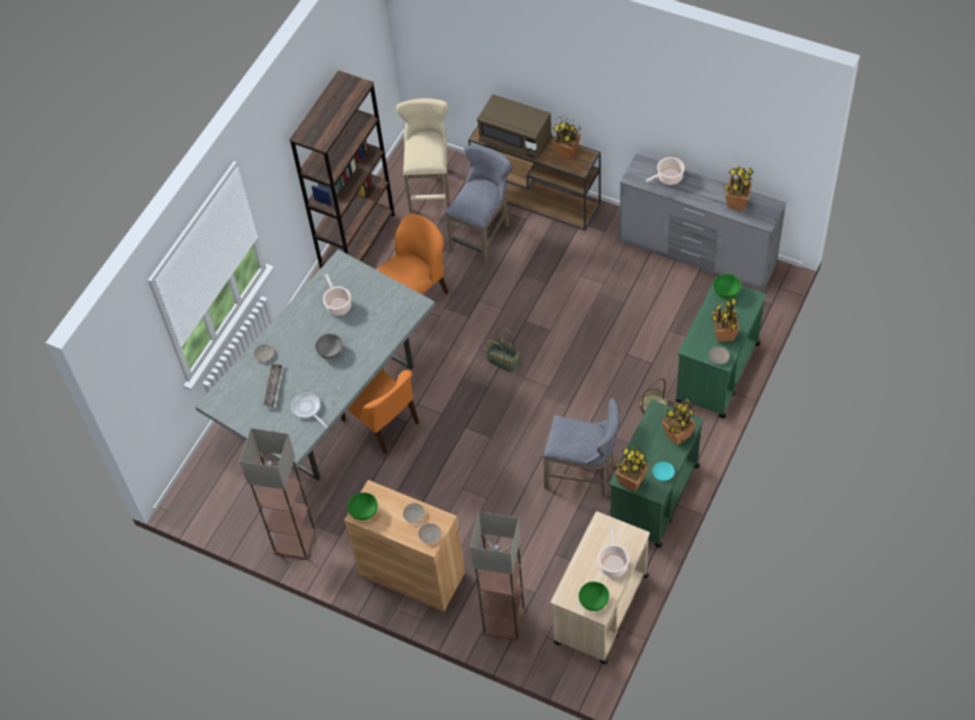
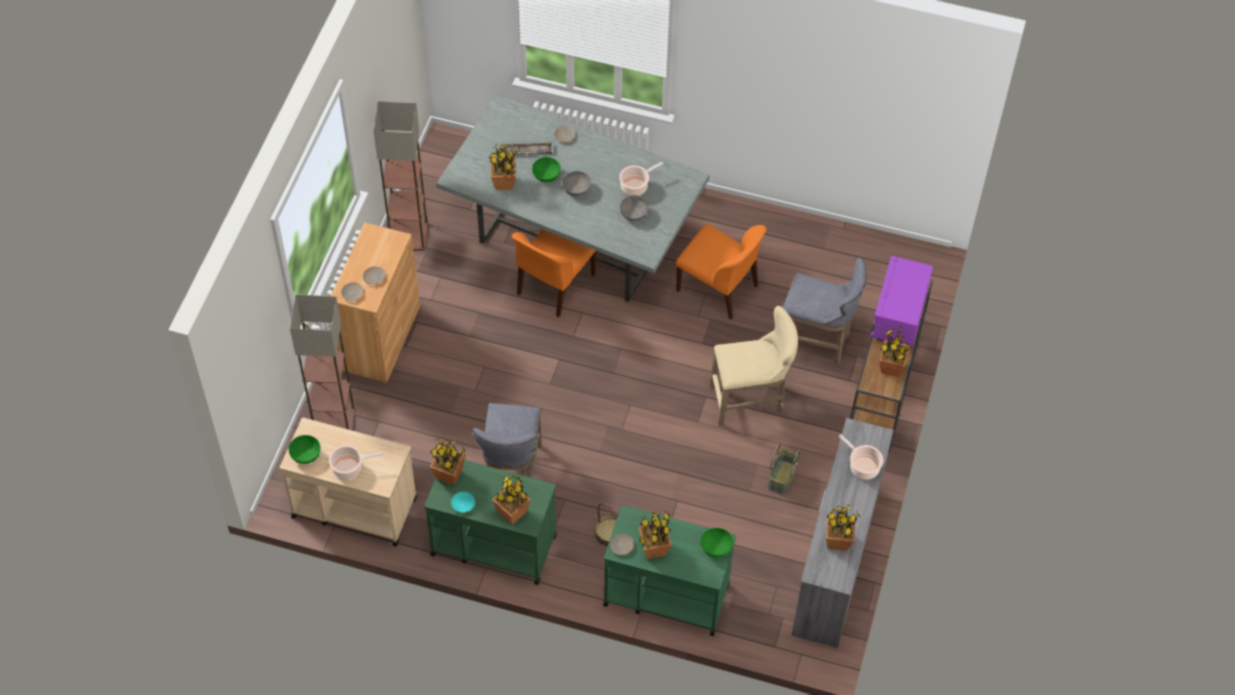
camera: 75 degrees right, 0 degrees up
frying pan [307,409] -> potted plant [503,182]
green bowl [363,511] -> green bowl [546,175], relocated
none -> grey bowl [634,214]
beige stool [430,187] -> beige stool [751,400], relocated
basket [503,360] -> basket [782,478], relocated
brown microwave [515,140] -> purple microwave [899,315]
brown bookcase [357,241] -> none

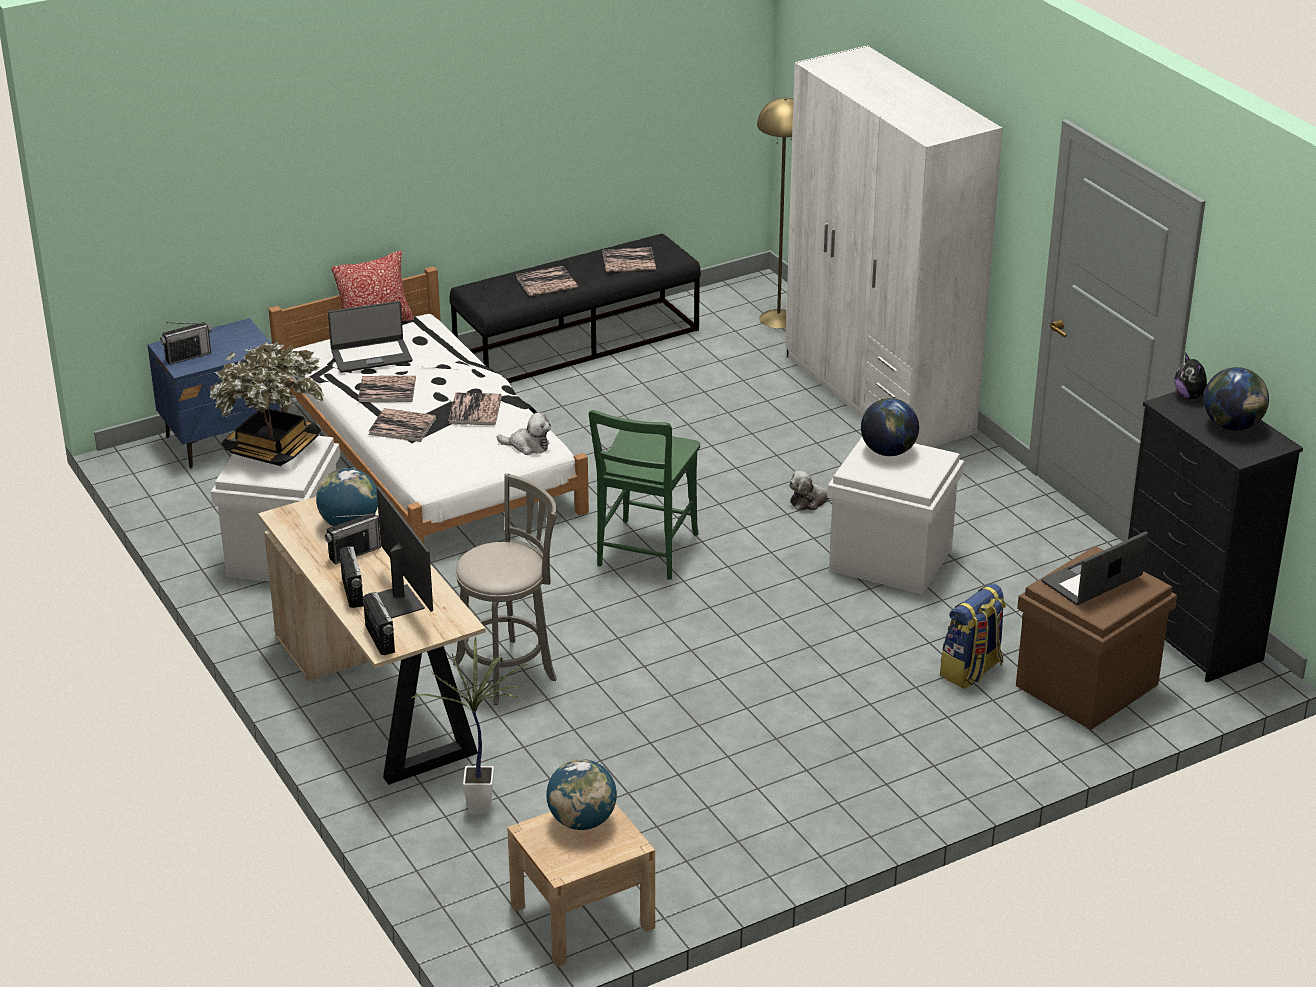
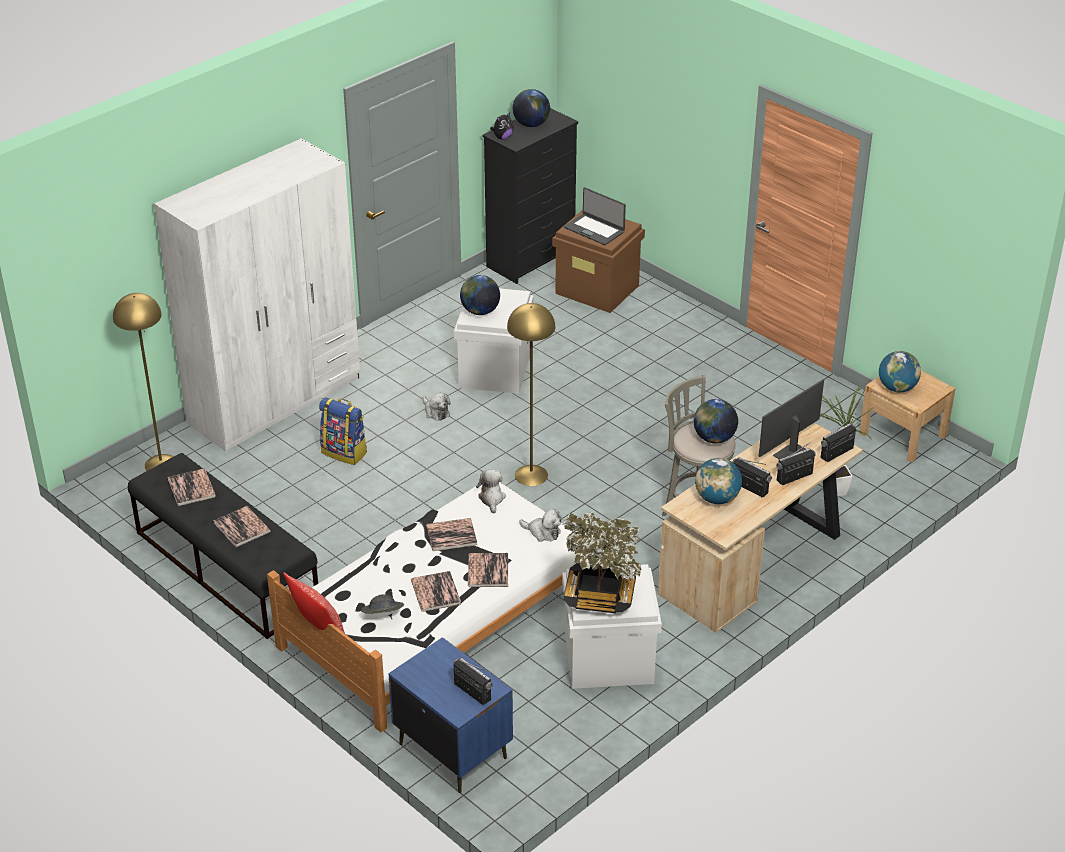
camera: 105 degrees left, 5 degrees up
backpack [971,671] -> backpack [345,452], relocated
laptop [371,356] -> grey hat [382,615]
green chair [645,553] -> yellow floor lamp [531,475]
none -> plush toy [543,532]
none -> globe [714,438]

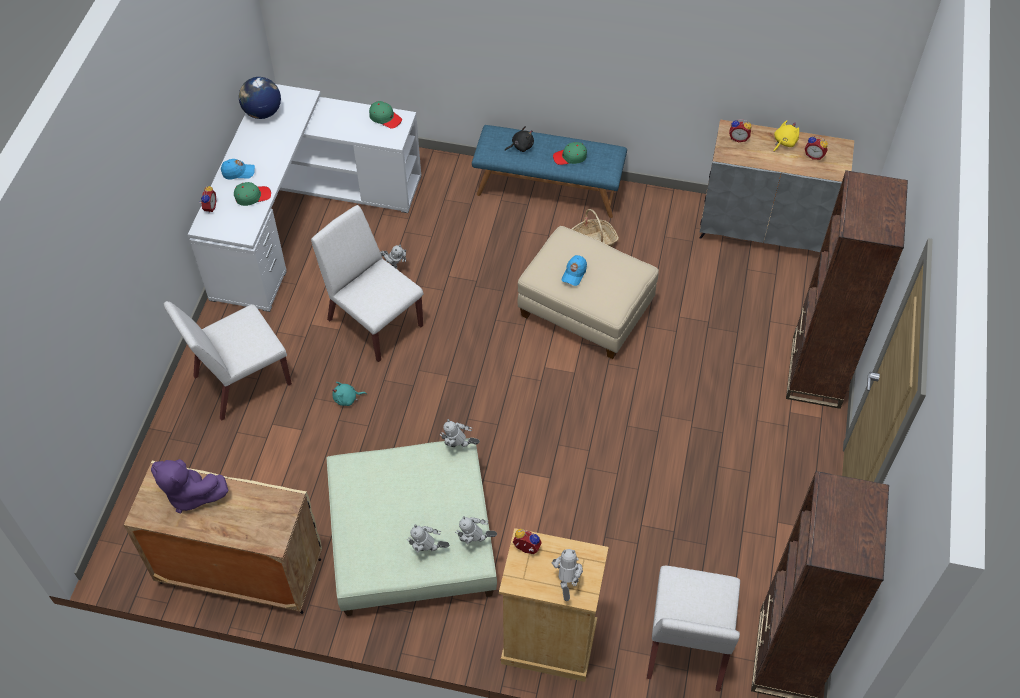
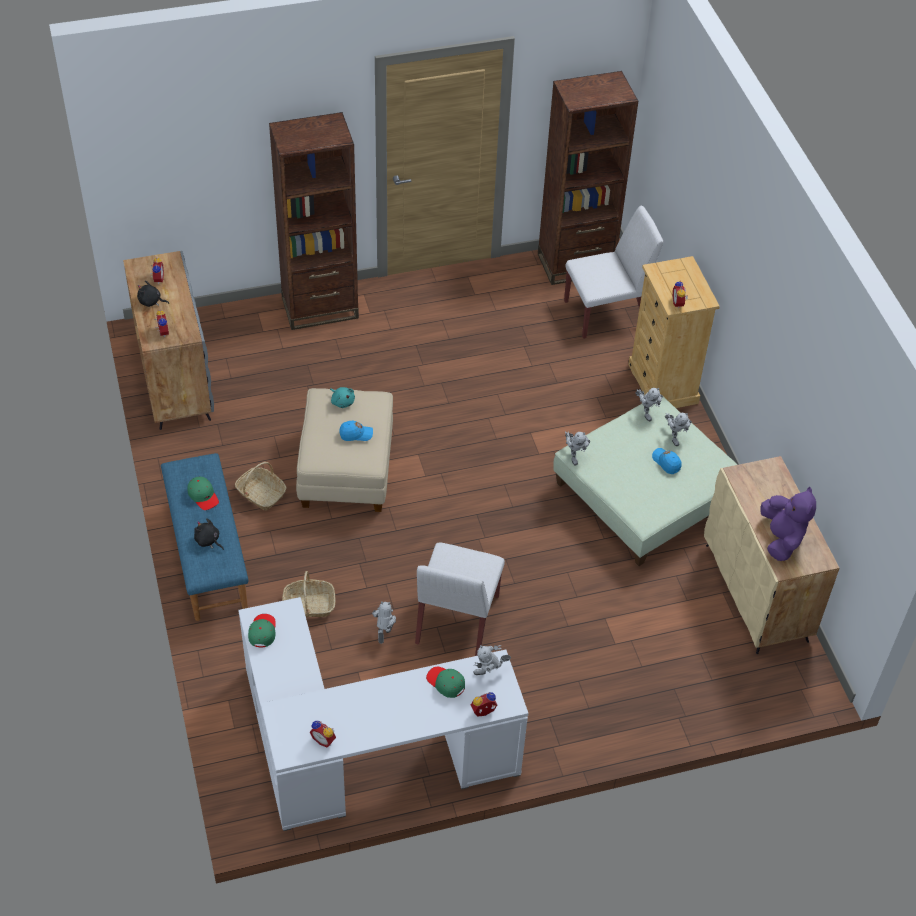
camera: 120 degrees left, 5 degrees down
yellow plush toy [784,142] -> black plush toy [151,302]
none -> basket [309,605]
globe [262,113] -> alarm clock [324,739]
turquoise plush toy [347,399] -> turquoise plush toy [342,401], relocated
toy robot [566,585] -> toy robot [489,673], relocated
blue cap [238,172] -> blue cap [666,462], relocated
white chair [241,381] -> none

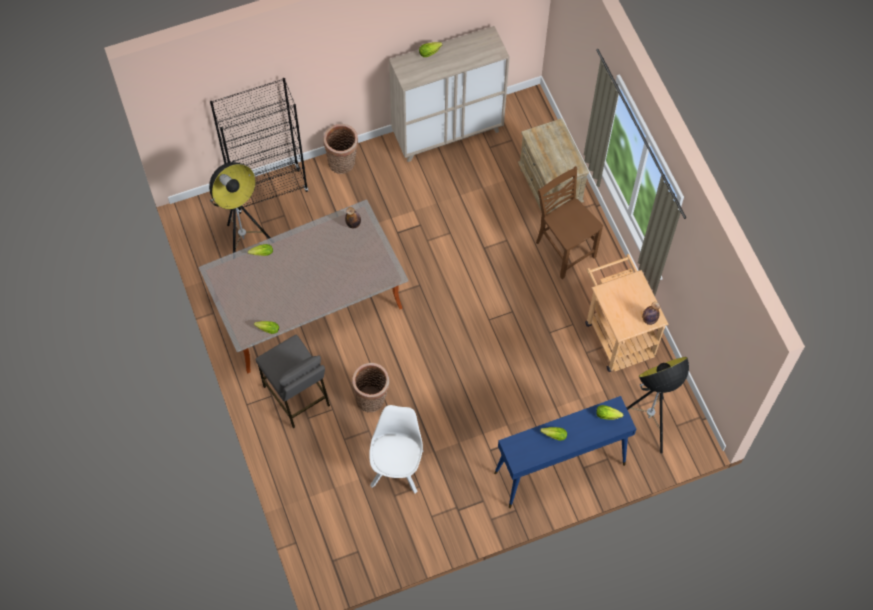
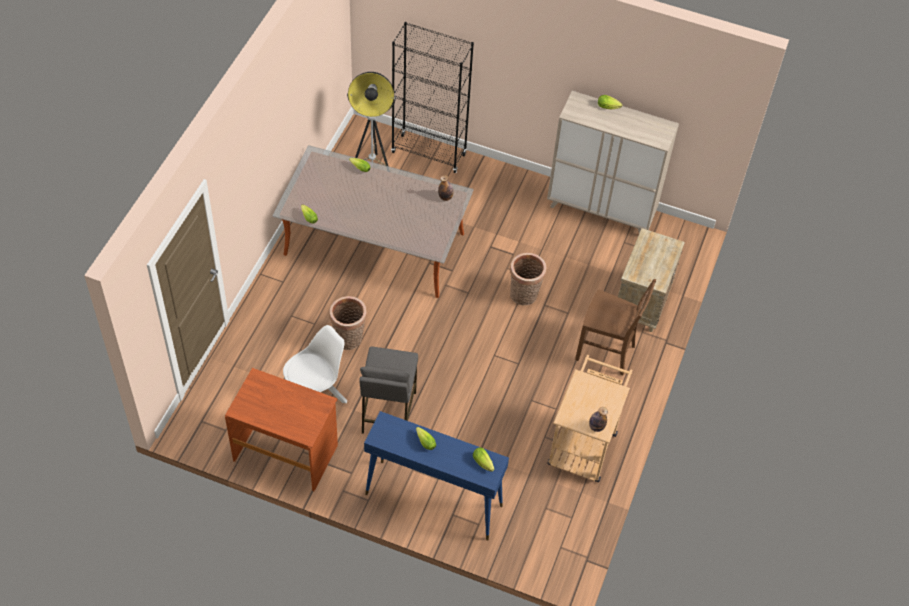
camera: 40 degrees right, 10 degrees down
none -> brown desk [286,452]
grey stool [296,396] -> grey stool [388,412], relocated
basket [343,163] -> basket [524,296], relocated
brown chair [564,249] -> brown chair [606,353], 105 degrees clockwise
floor lamp [646,424] -> none

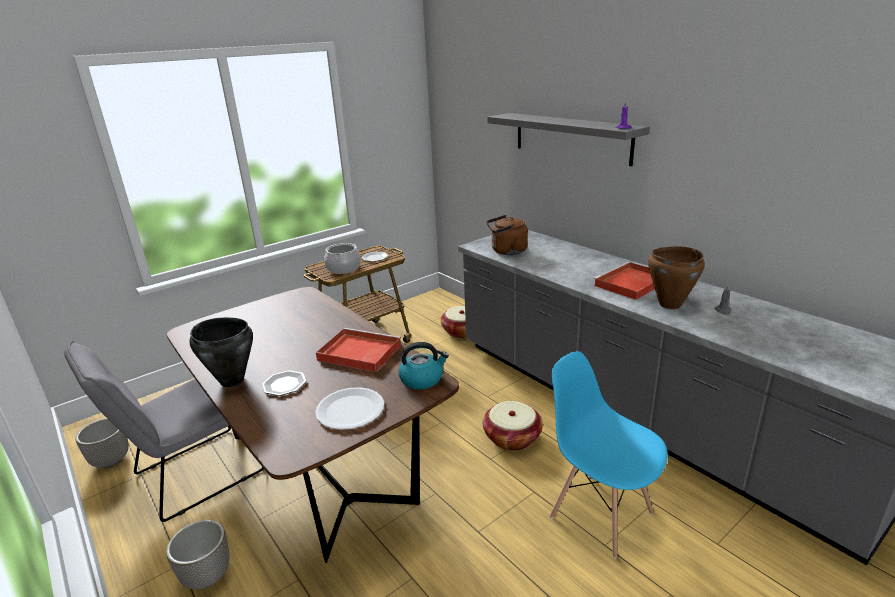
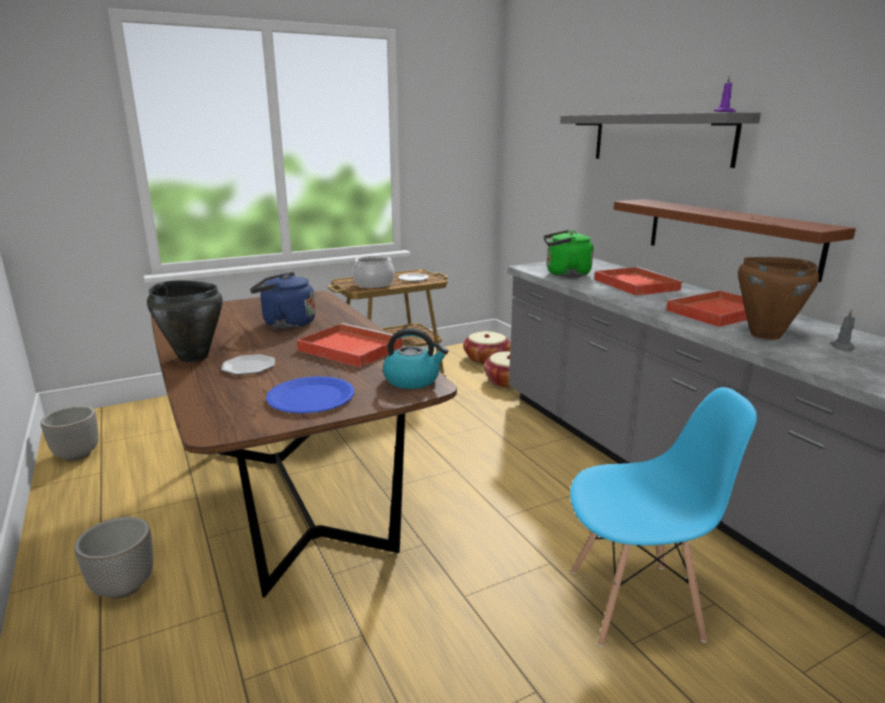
camera: 10 degrees right, 5 degrees down
none -> blue kettle [285,324]
white plate [350,410] -> blue plate [311,397]
basket [512,438] -> basket [486,359], relocated
brown kettle [507,251] -> green kettle [565,274]
blue chair [600,514] -> blue chair [635,604], 120 degrees clockwise
none -> red tray [634,284]
none -> brown shelf [729,236]
grey chair [190,476] -> none

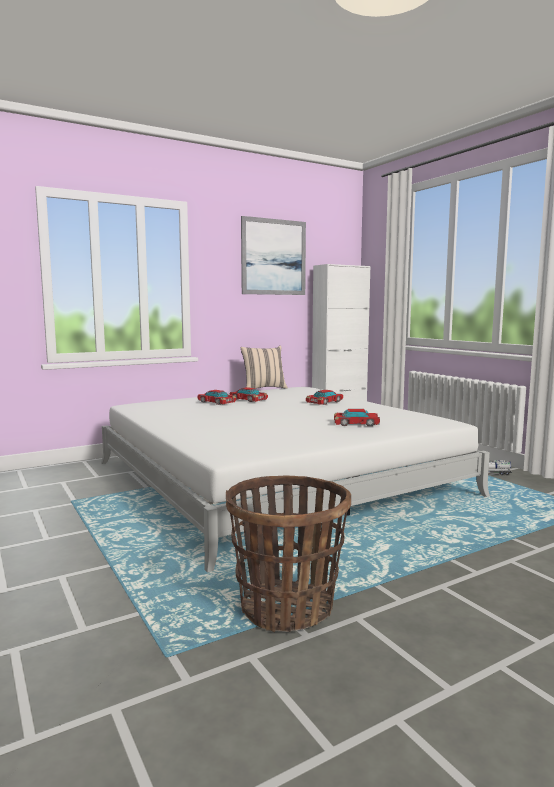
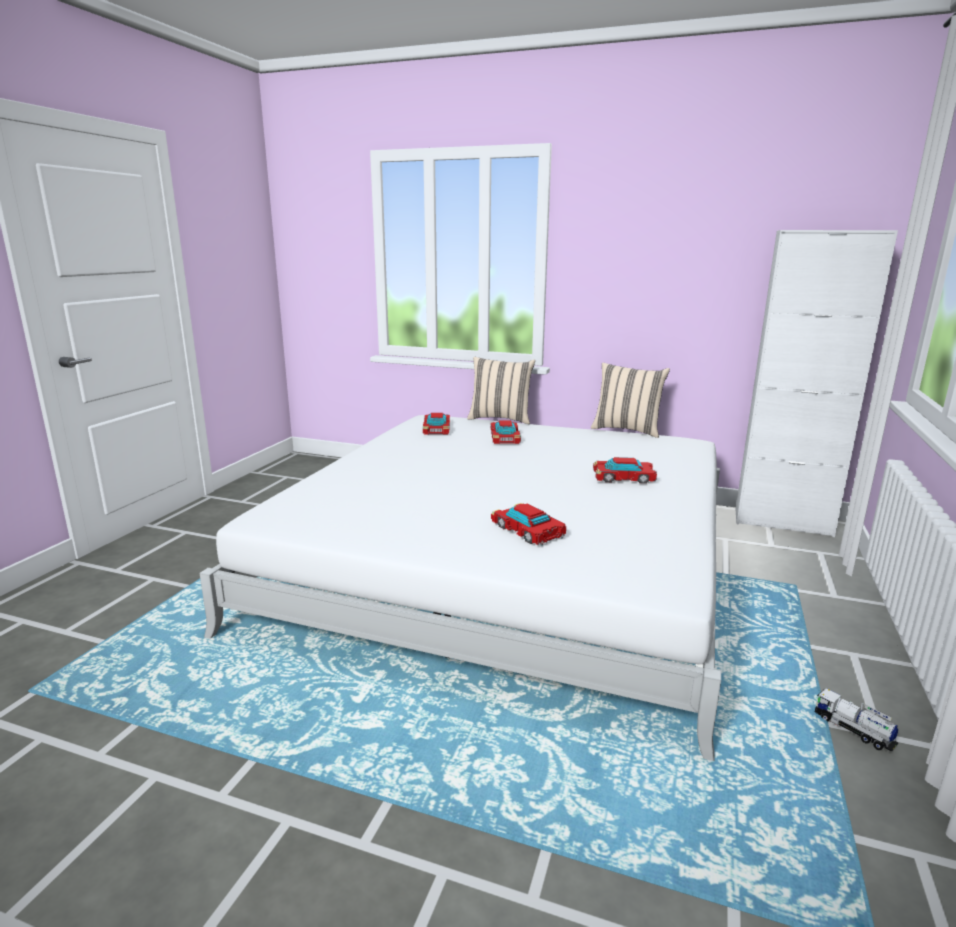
camera: 50 degrees right, 10 degrees up
toy car [248,399] -> toy car [437,429], relocated
none -> beige pillow [500,419]
basket [287,607] -> none
picture [273,257] -> none

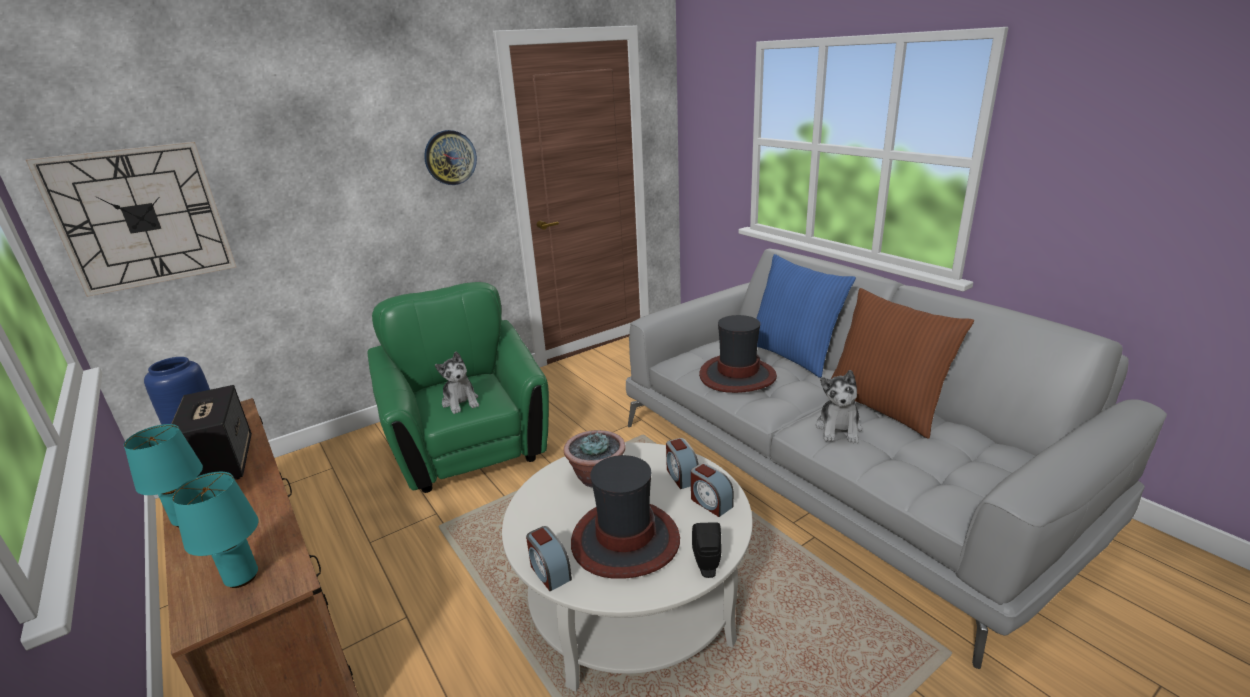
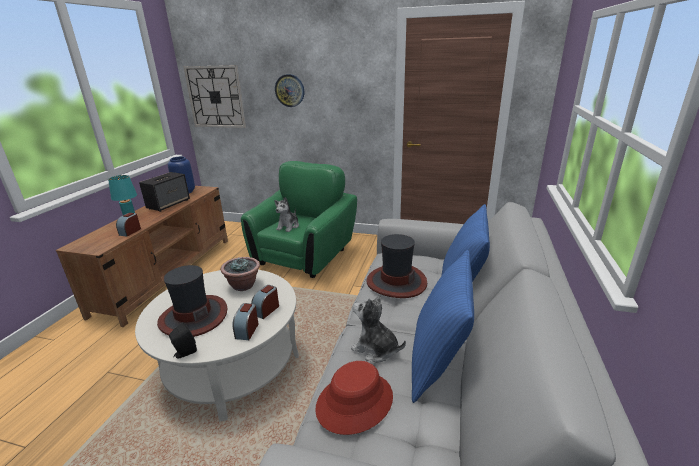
camera: 50 degrees right, 0 degrees up
alarm clock [549,572] -> alarm clock [130,231], relocated
wall clock [450,157] -> wall clock [290,90], relocated
none -> red hat [354,402]
plush toy [839,429] -> plush toy [375,349], 60 degrees clockwise
brown pillow [885,407] -> blue pillow [438,362]
turquoise table lamp [241,579] -> none

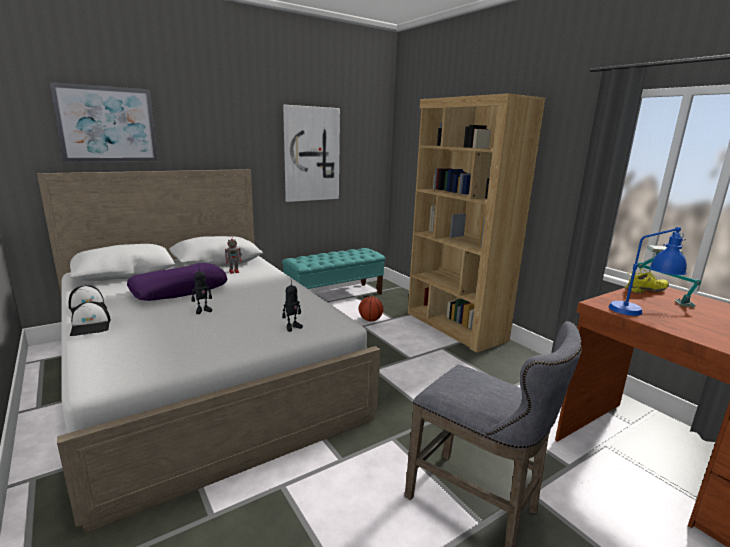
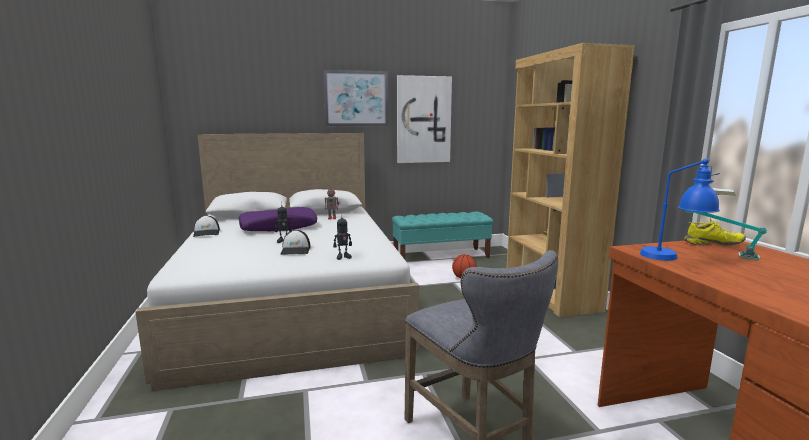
camera: 20 degrees right, 5 degrees down
cap [91,326] -> cap [296,250], relocated
picture [107,124] -> picture [356,98], relocated

